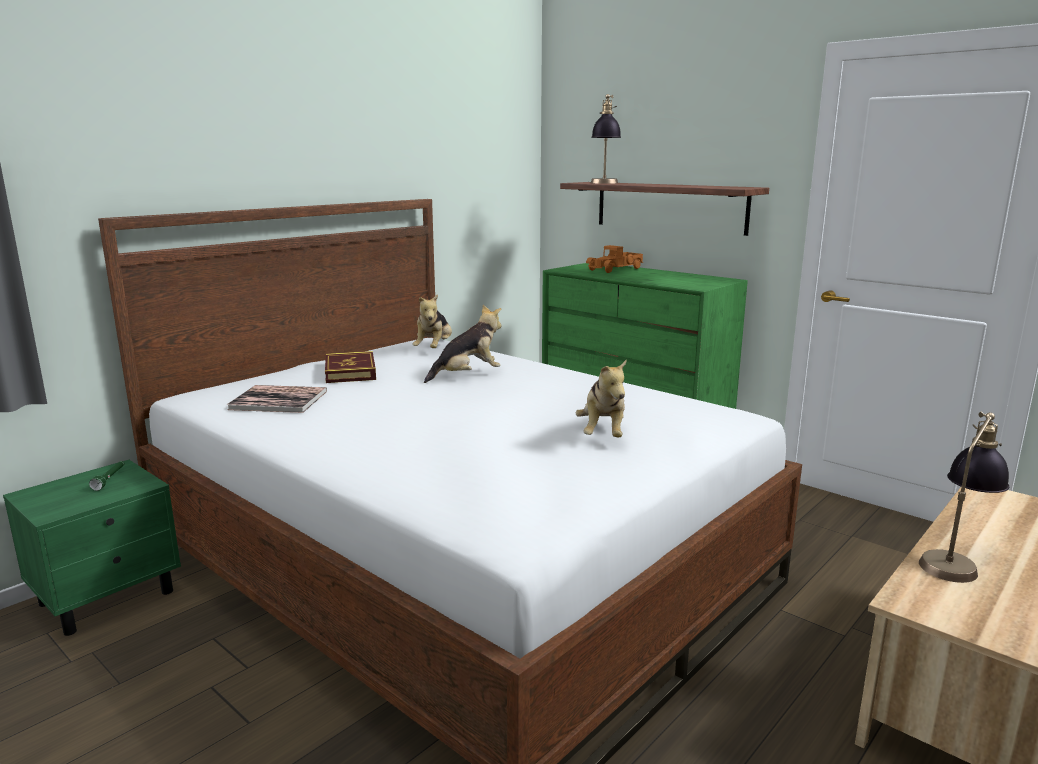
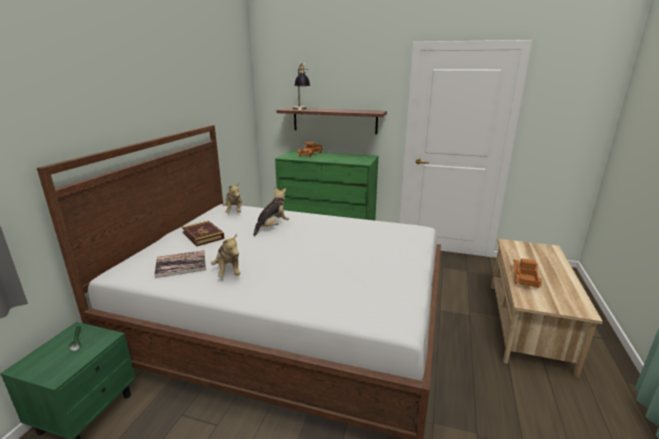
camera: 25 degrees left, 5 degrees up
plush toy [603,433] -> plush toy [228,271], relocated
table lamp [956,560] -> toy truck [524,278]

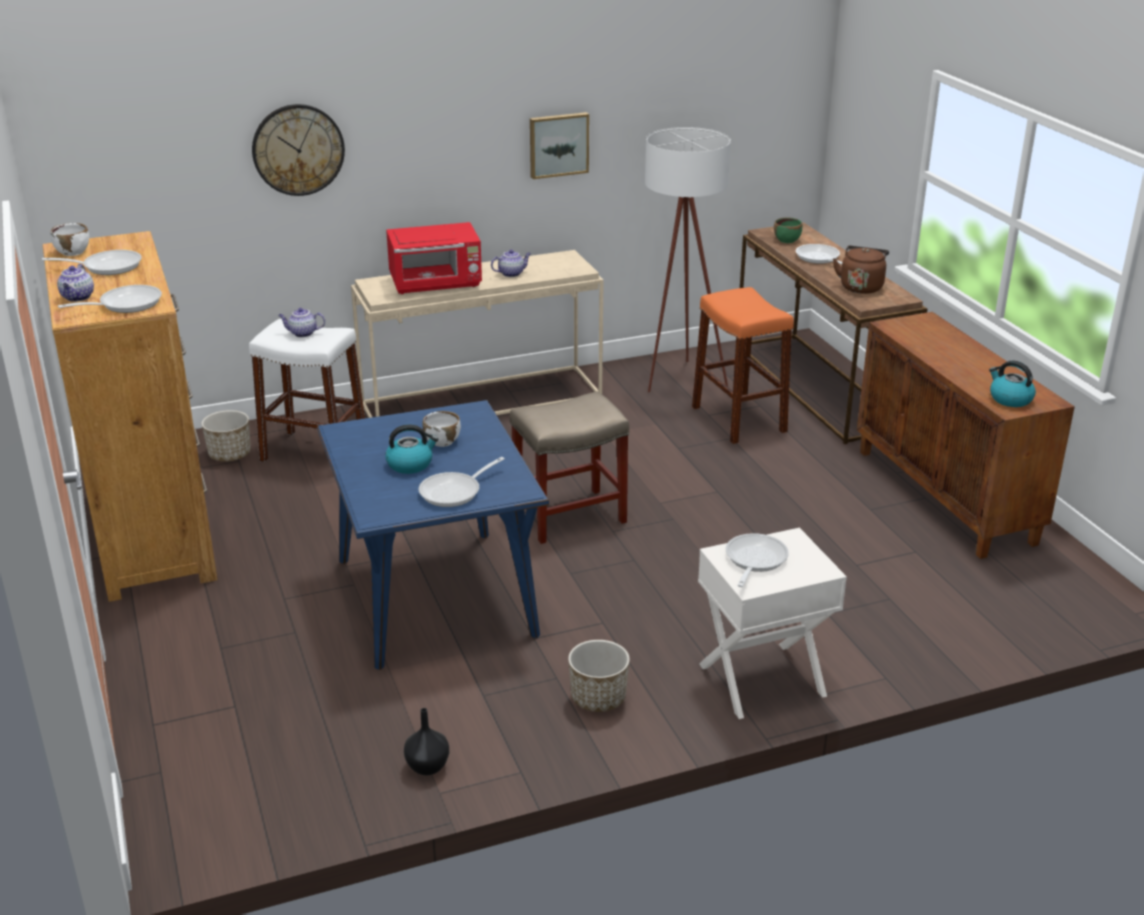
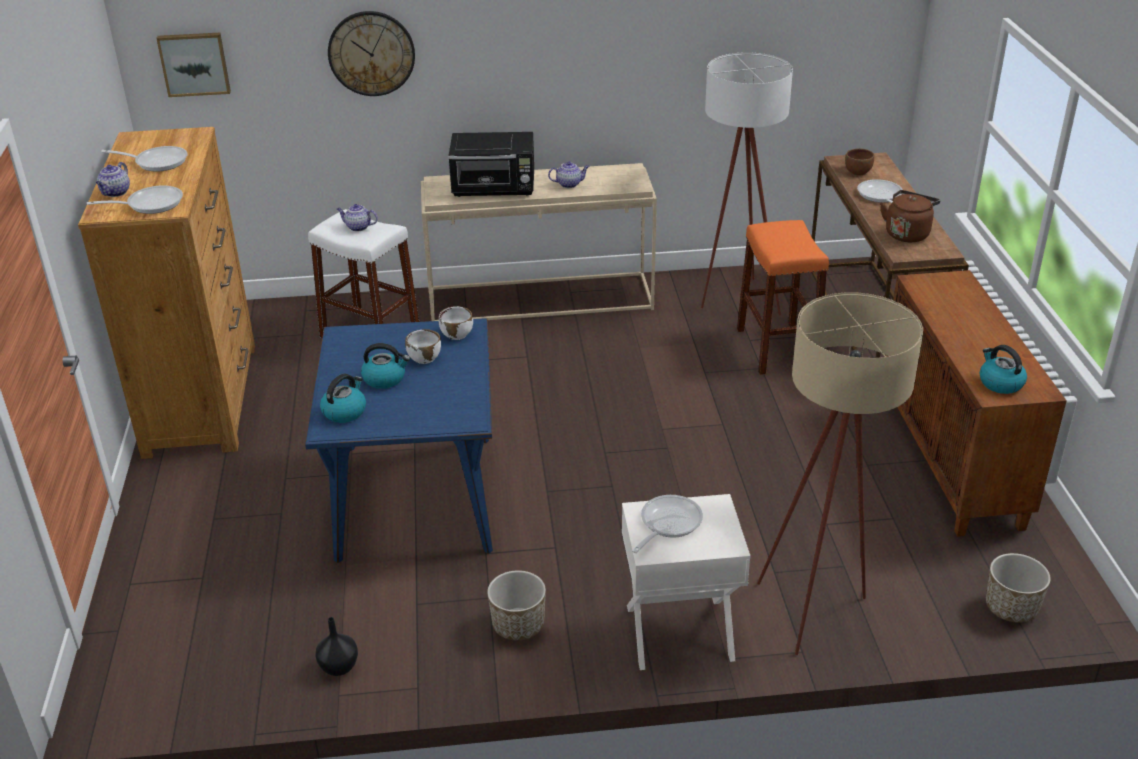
camera: 15 degrees right, 5 degrees up
picture [558,144] -> picture [194,63], relocated
none -> kettle [344,411]
white bowl [73,252] -> white bowl [457,334], relocated
red microwave [436,284] -> black microwave [495,189]
none -> beige floor lamp [819,609]
green bowl [787,240] -> brown bowl [858,172]
planter [230,454] -> planter [1011,607], relocated
frying pan [455,492] -> none
beige stool [568,516] -> none

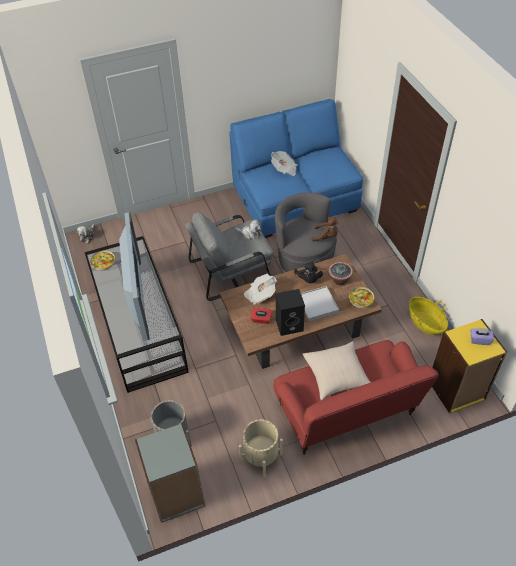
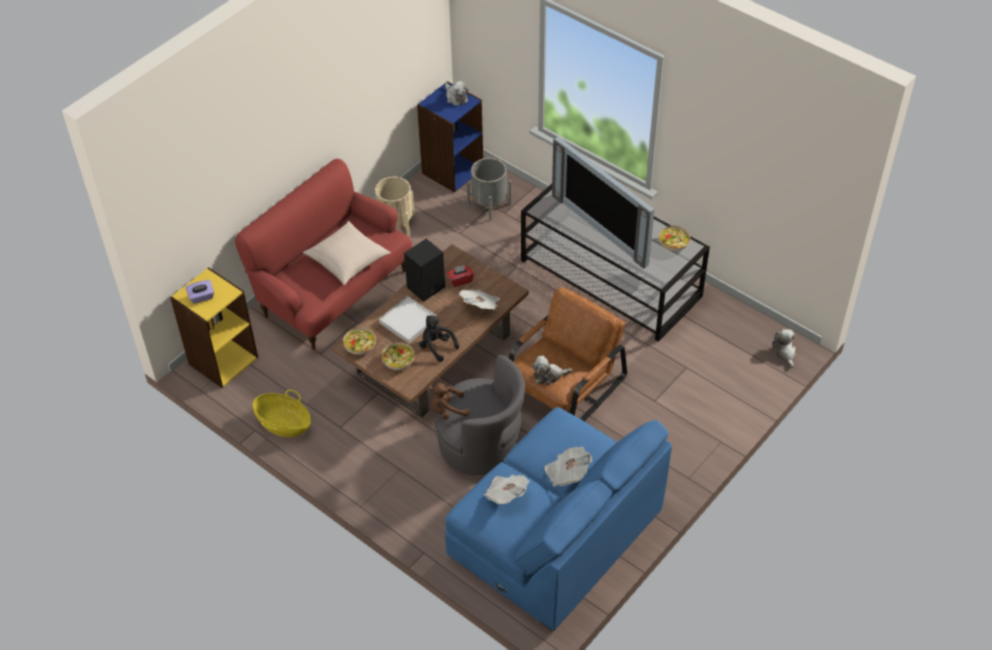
camera: 150 degrees right, 0 degrees up
potted plant [339,280] -> bowl [399,361]
grey bookcase [177,495] -> blue bookcase [452,170]
none -> plush toy [455,97]
none -> newspaper [506,494]
grey armchair [231,270] -> brown armchair [564,388]

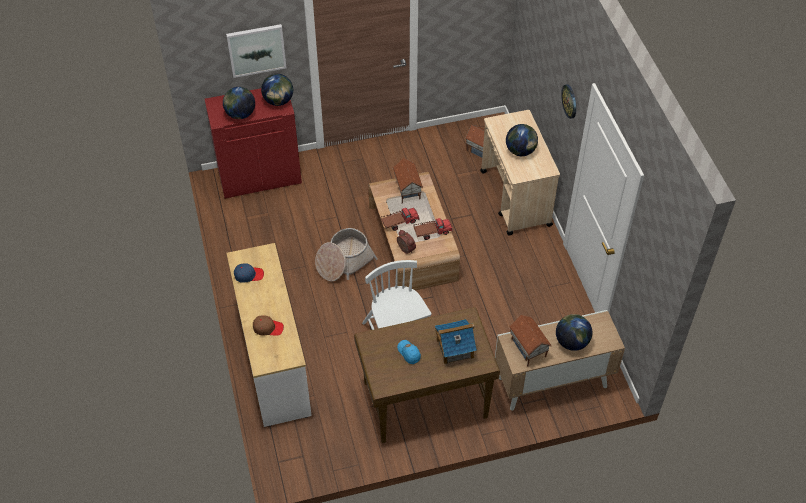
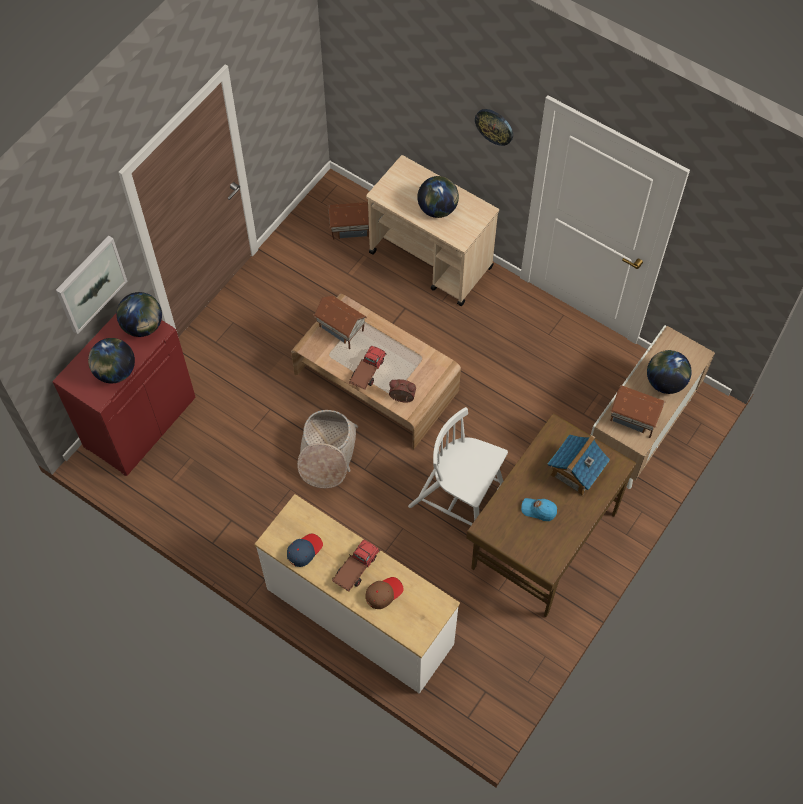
camera: 40 degrees left, 10 degrees up
toy truck [432,232] -> toy truck [355,569], relocated

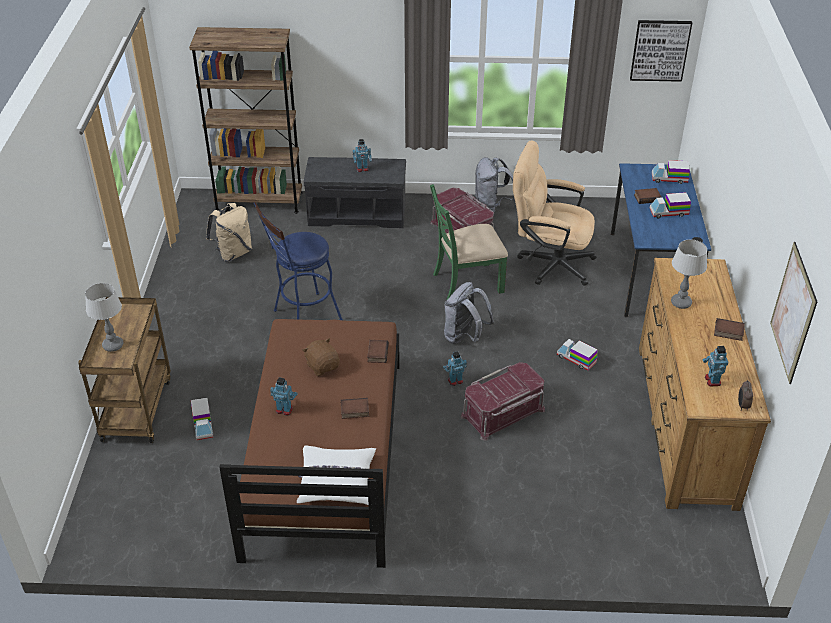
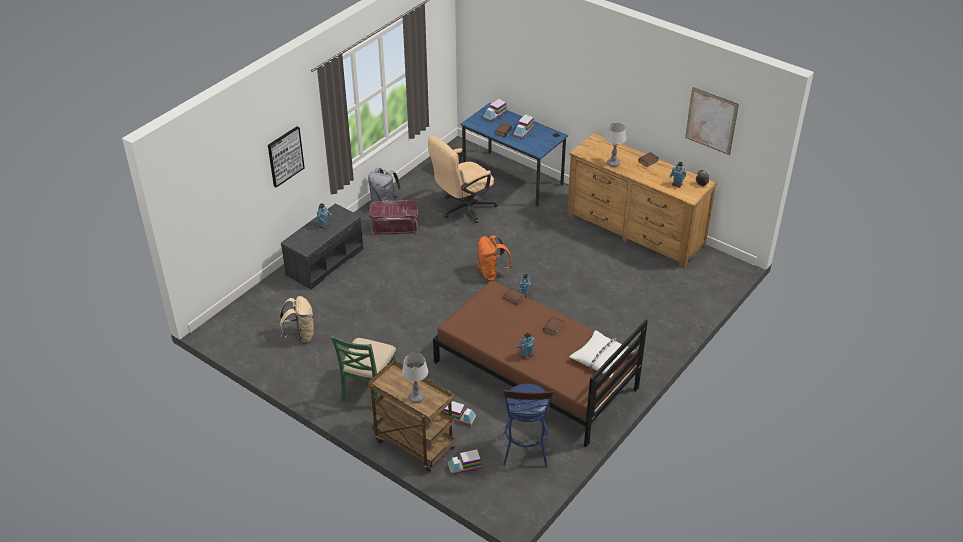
camera: 55 degrees left, 0 degrees up
picture [660,50] -> picture [285,156], relocated
green chair [467,282] -> green chair [368,388], relocated
toy truck [576,359] -> toy truck [464,467], relocated
grey backpack [465,337] -> orange backpack [492,273]
blue stool [302,317] -> blue stool [525,453], relocated
brown bookcase [259,201] -> none
brown plush toy [322,366] -> none
red storage box [503,413] -> none

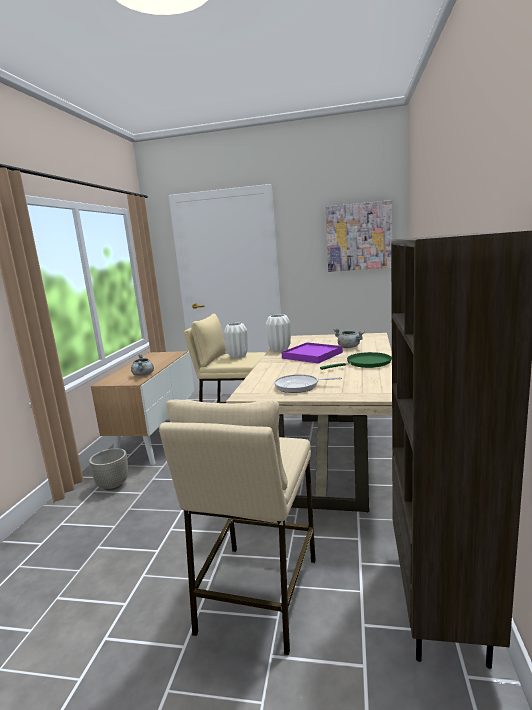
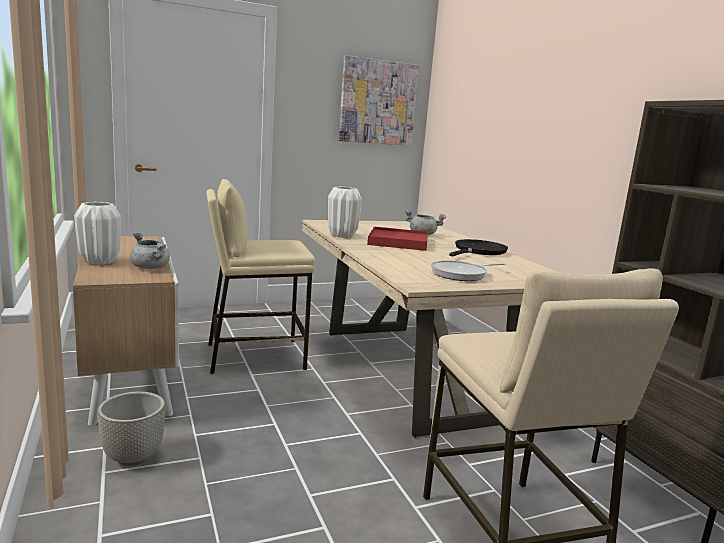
camera: 35 degrees left, 0 degrees up
white vase [237,356] -> white vase [99,262], relocated
purple tray [312,355] -> red tray [398,242]
green frying pan [365,363] -> black frying pan [478,251]

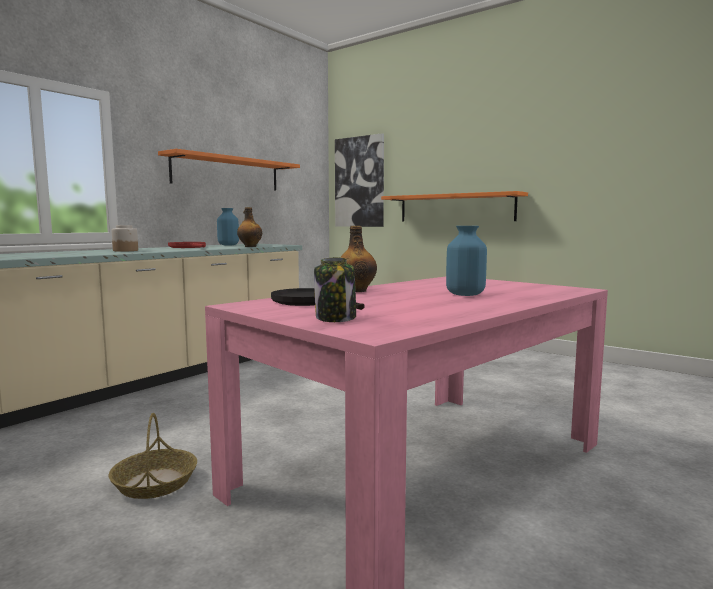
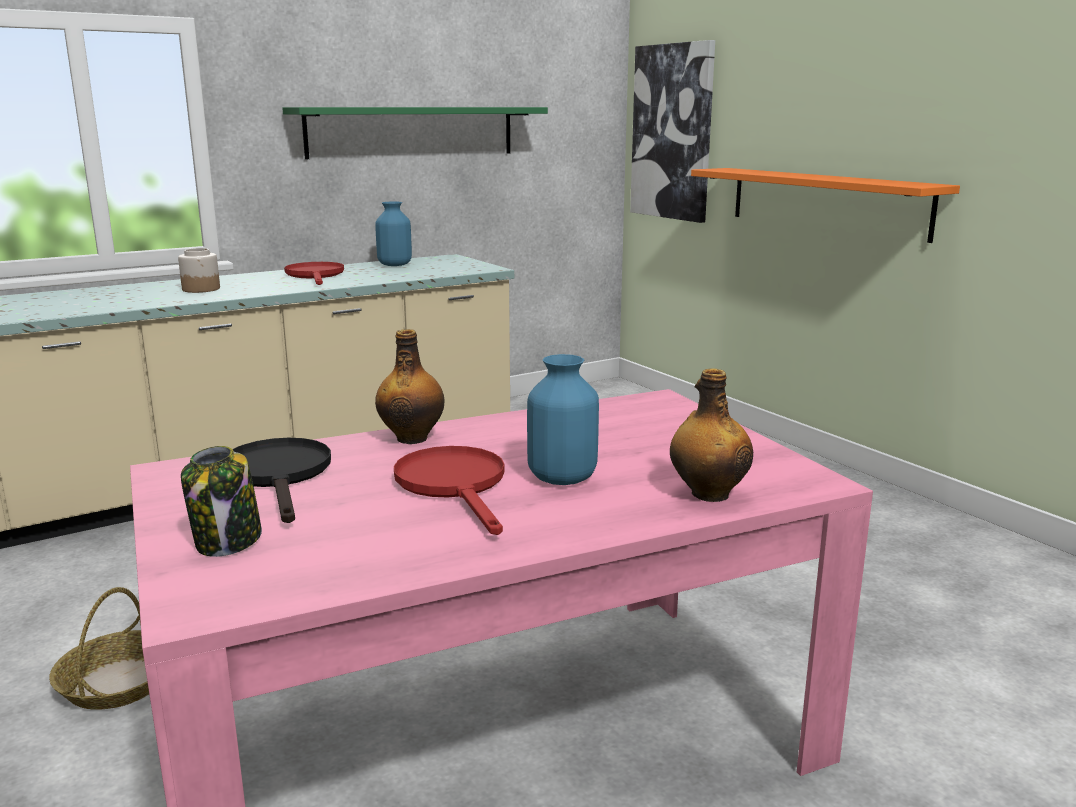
camera: 20 degrees right, 10 degrees up
orange shelf [227,173] -> green shelf [412,131]
none -> red frying pan [455,485]
bottle [250,246] -> bottle [708,494], relocated

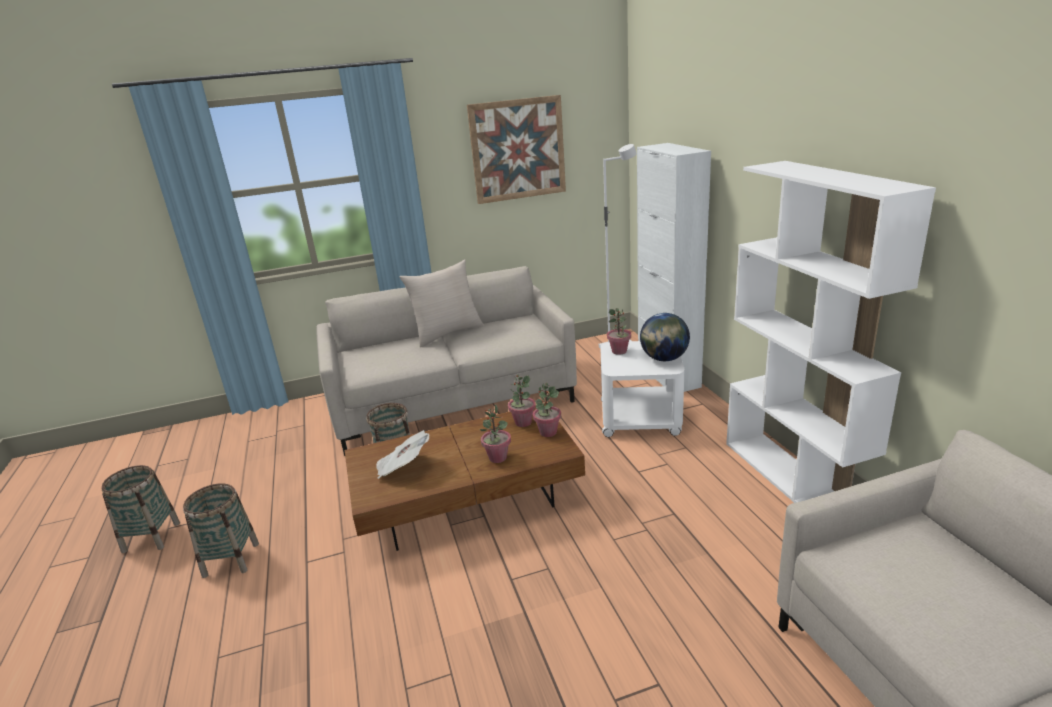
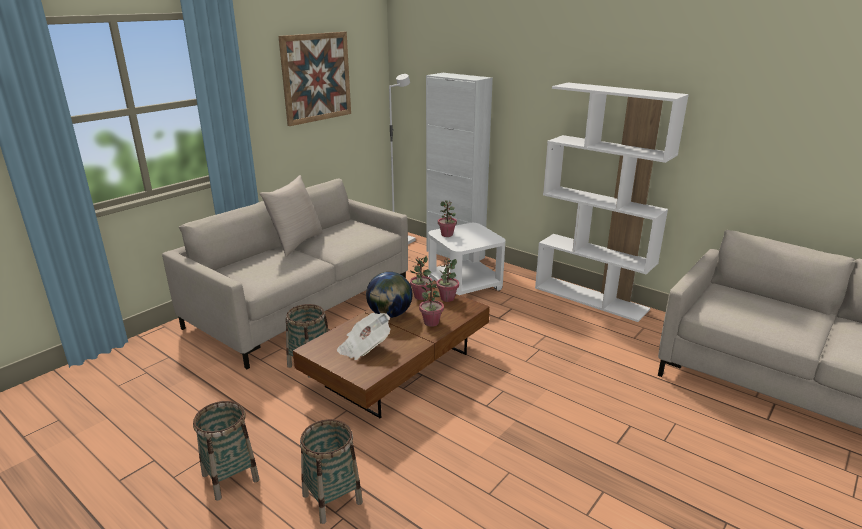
camera: 35 degrees left, 0 degrees up
basket [151,537] -> basket [332,499], relocated
globe [664,359] -> globe [390,314], relocated

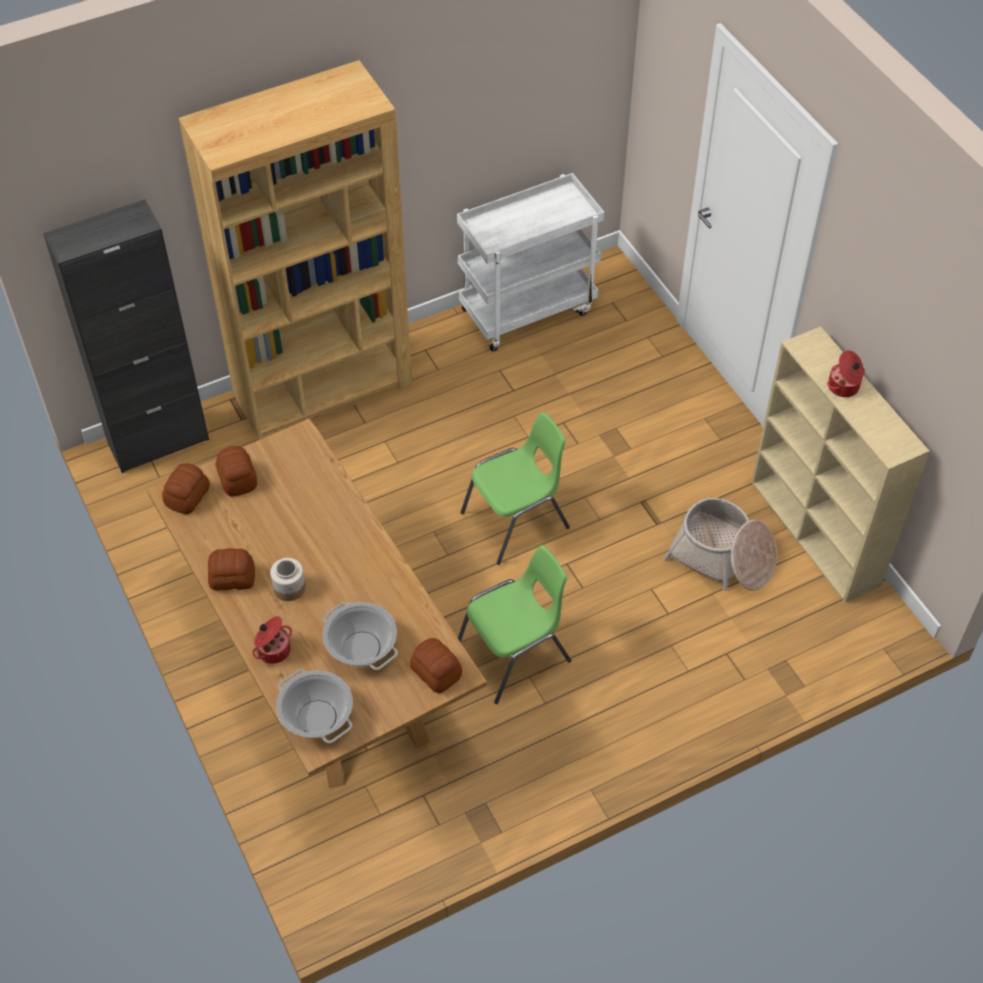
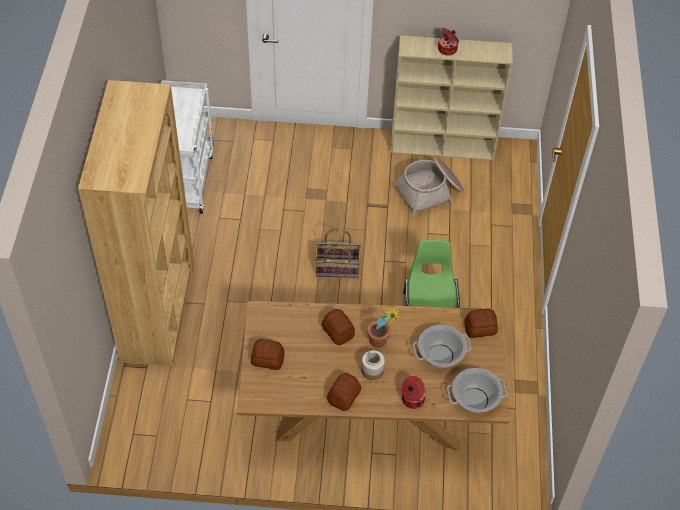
camera: 60 degrees left, 0 degrees up
green chair [517,521] -> basket [337,267]
bread [188,496] -> bread [338,331], relocated
none -> potted plant [381,344]
black cabinet [158,442] -> none

